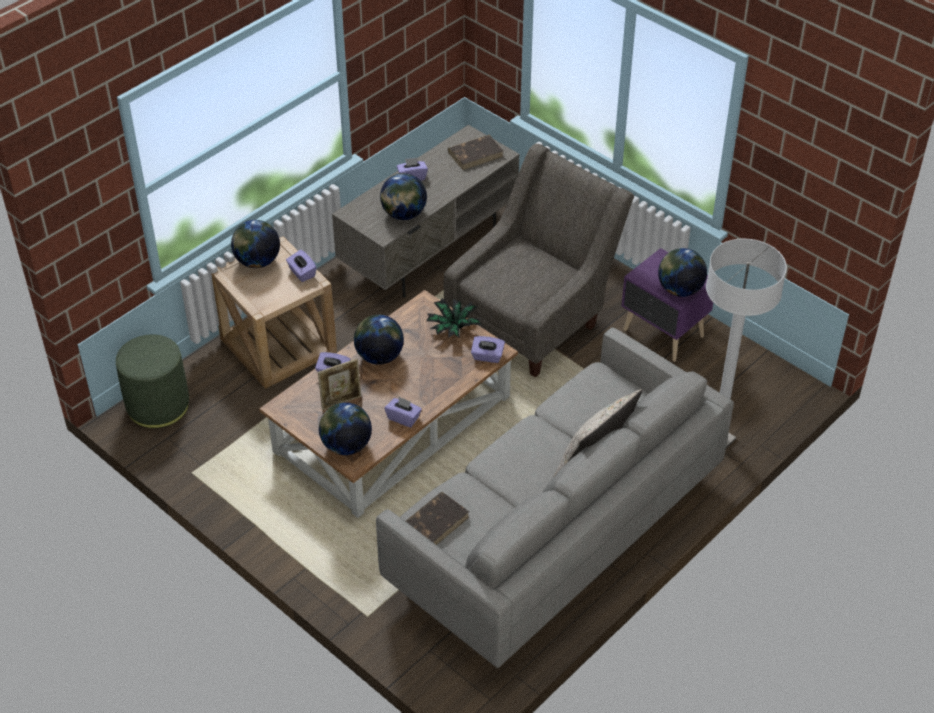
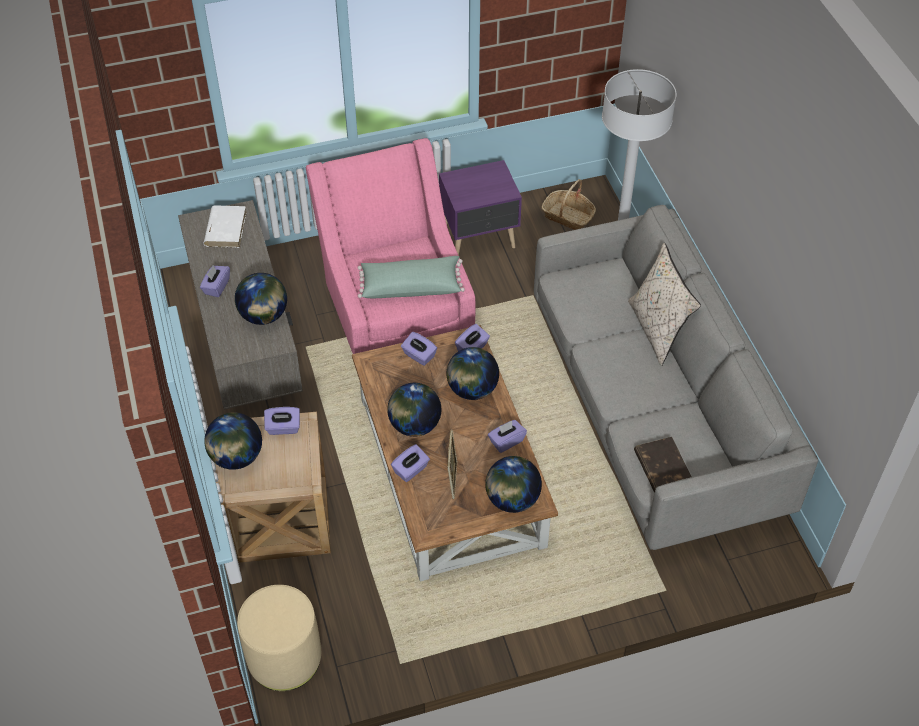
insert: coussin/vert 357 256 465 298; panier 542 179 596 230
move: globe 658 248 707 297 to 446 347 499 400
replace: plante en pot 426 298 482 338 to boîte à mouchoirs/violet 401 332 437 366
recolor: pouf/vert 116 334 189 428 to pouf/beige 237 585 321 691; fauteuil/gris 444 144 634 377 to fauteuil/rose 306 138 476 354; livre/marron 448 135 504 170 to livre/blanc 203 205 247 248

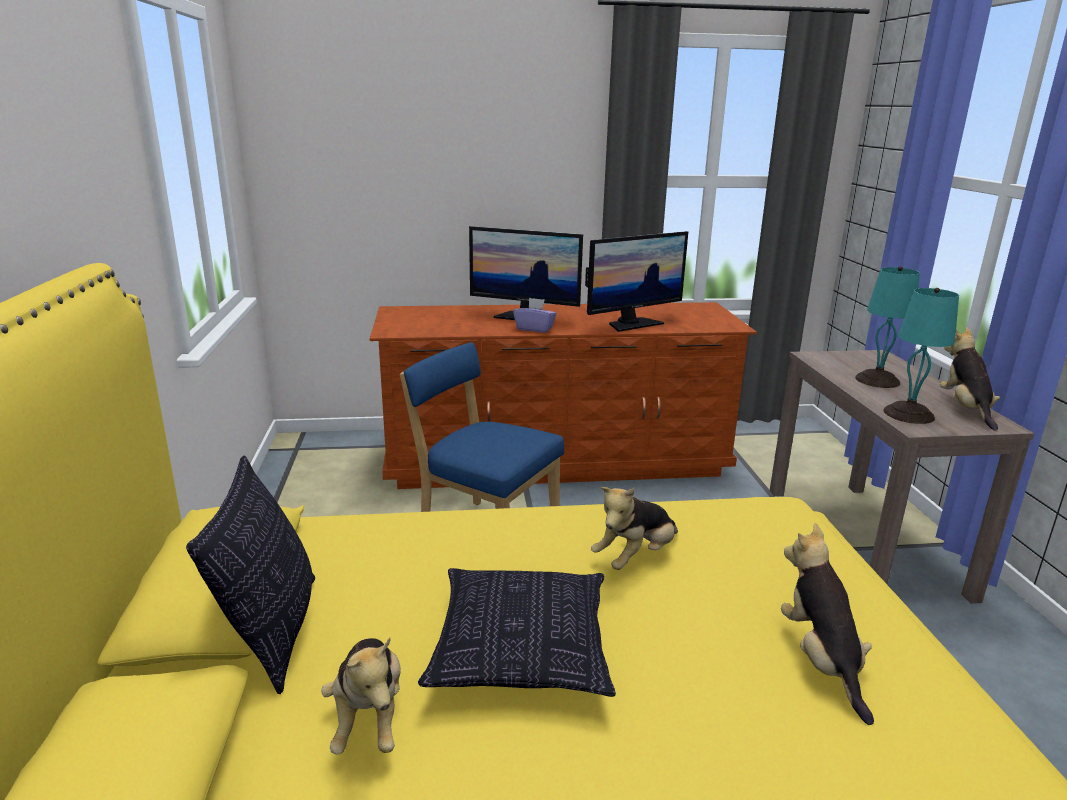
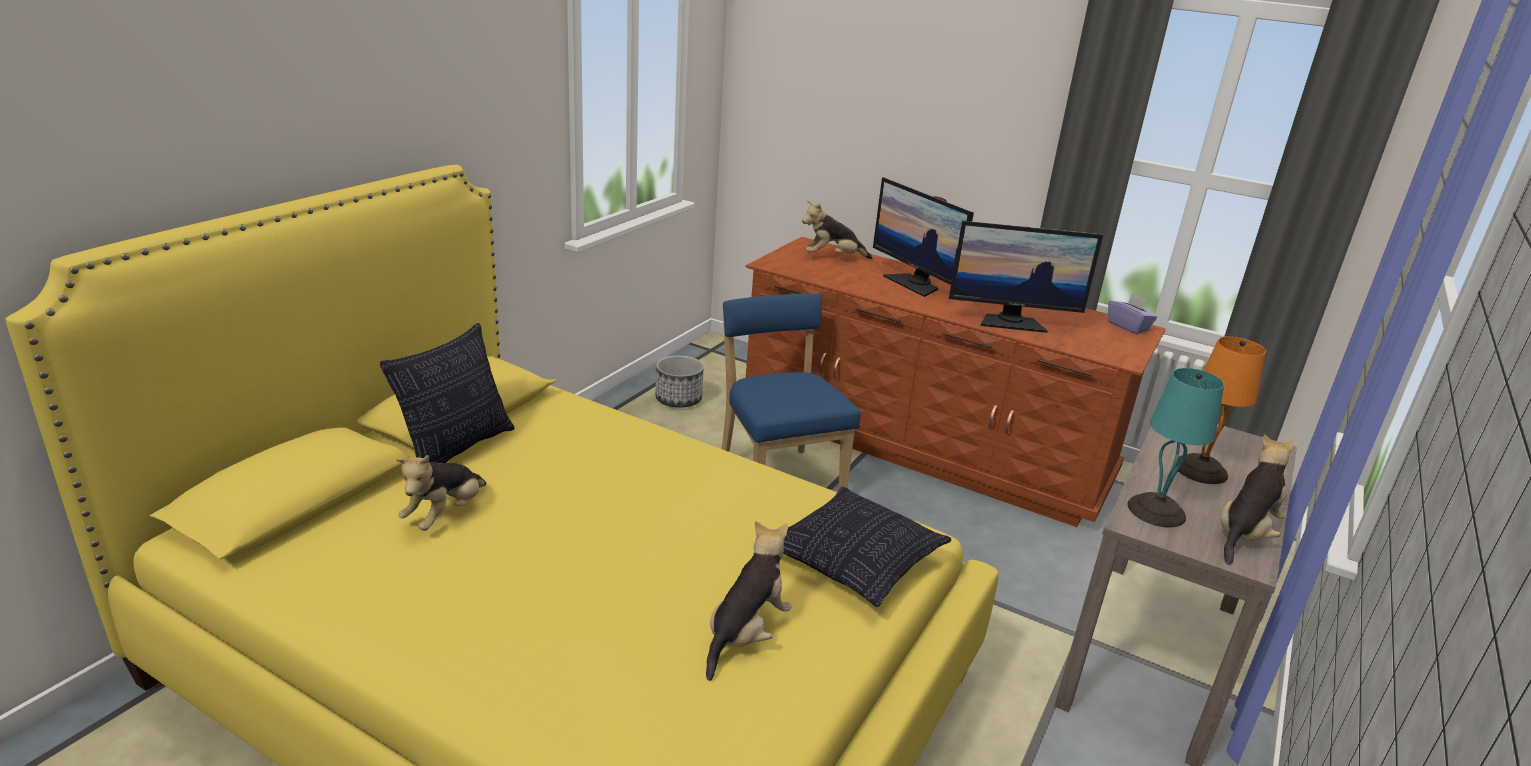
insert: cache-pot 655 355 704 408
move: coussin 418 568 616 697 to 783 487 952 607; boîte à mouchoirs/violet 513 298 557 332 to 1108 293 1157 334; peluche 591 487 678 570 to 802 201 872 259
recolor: lampe de table/turquoise 855 266 920 388 to lampe de table/orange 1173 336 1266 484

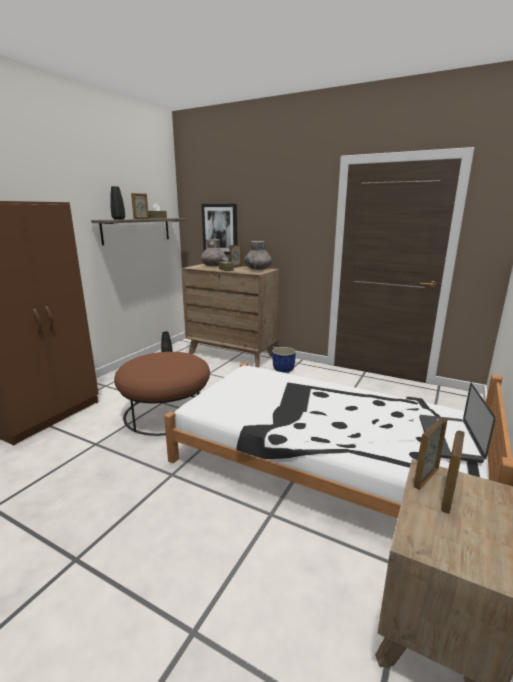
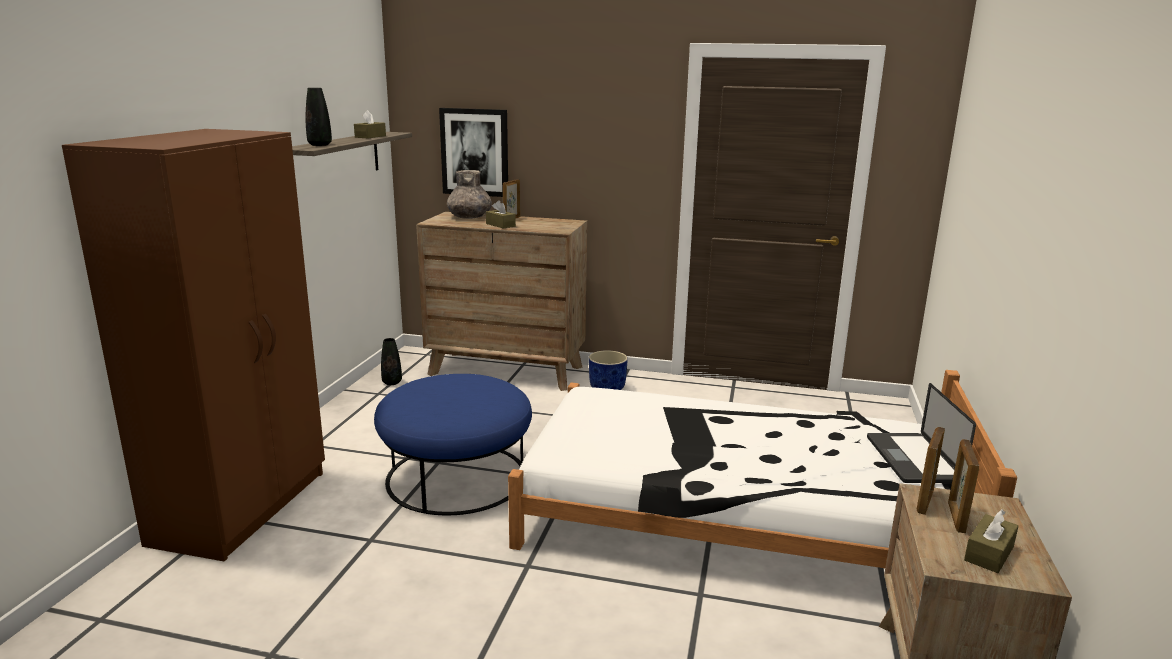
delete: cadre photo 131 193 149 219; vase/gris 244 241 272 270
insert: boîte à mouchoirs/marron 964 510 1018 573
recolor: pouf/marron 114 352 210 436 to pouf/bleu 374 374 532 515

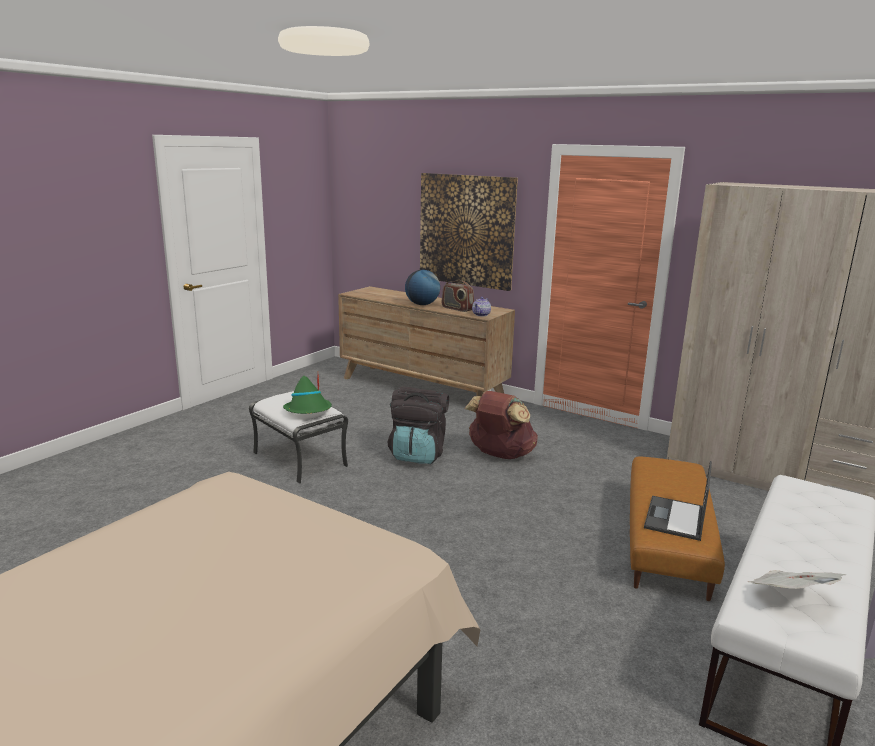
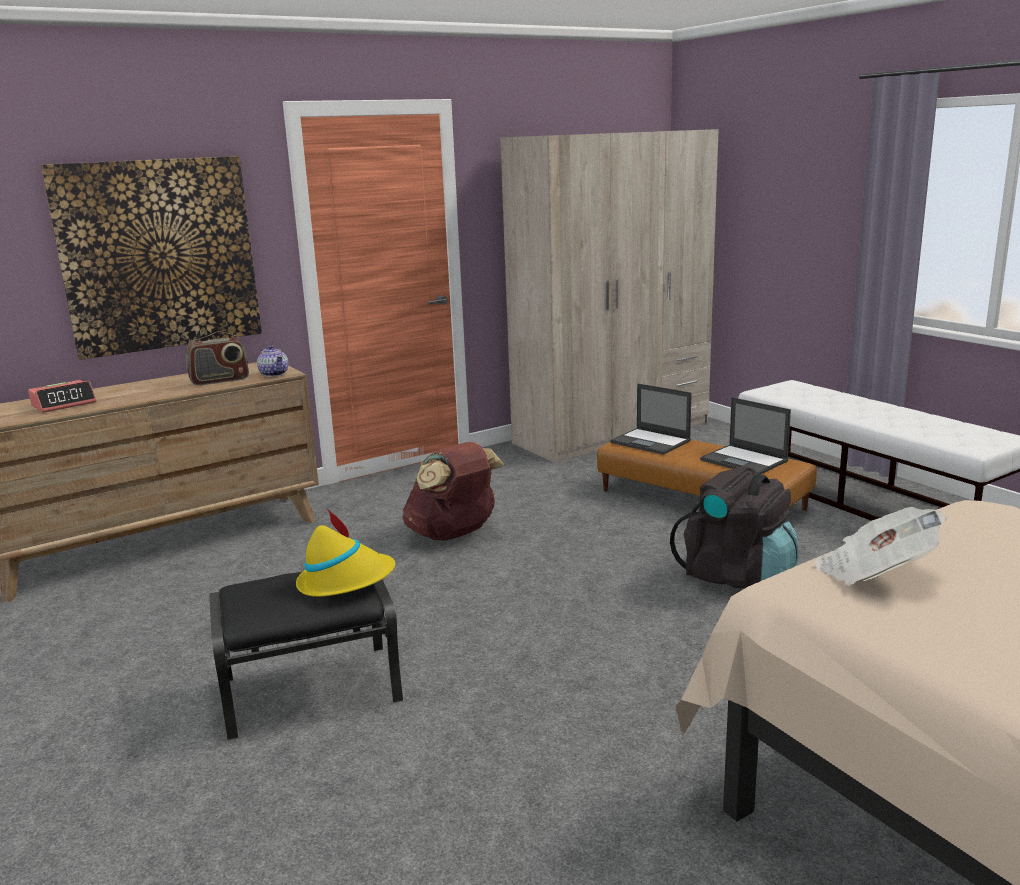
delete: globe 405 270 440 305
insert: réveil 28 380 97 413; ordinateur portable 610 383 692 455
move: sac à dos/noir 388 387 449 464 to 670 466 799 589; journal 748 570 847 589 to 814 507 947 586
recolor: pouf/blanc 249 391 348 484 to pouf/noir 209 572 403 740; chapeau/vert 283 375 332 414 to chapeau/jaune 296 508 395 597

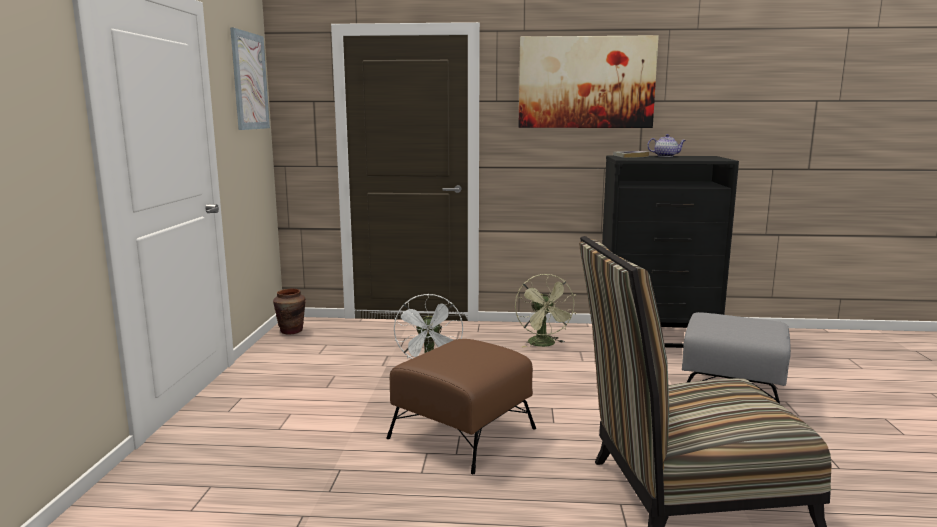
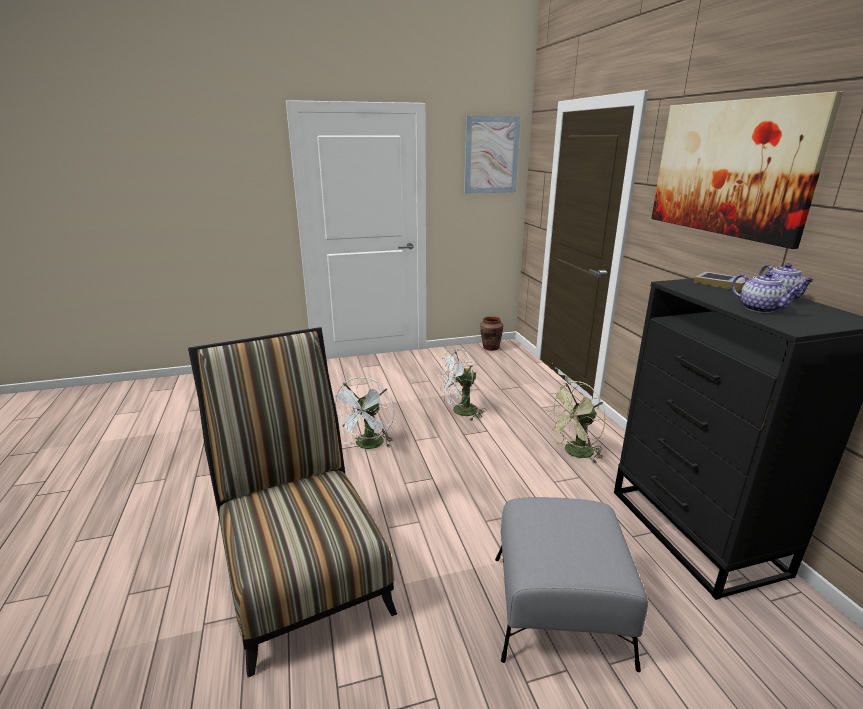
insert: théière 732 272 803 313
replace: pouf/marron 386 339 536 474 to ventilateur/blanc 334 377 394 449

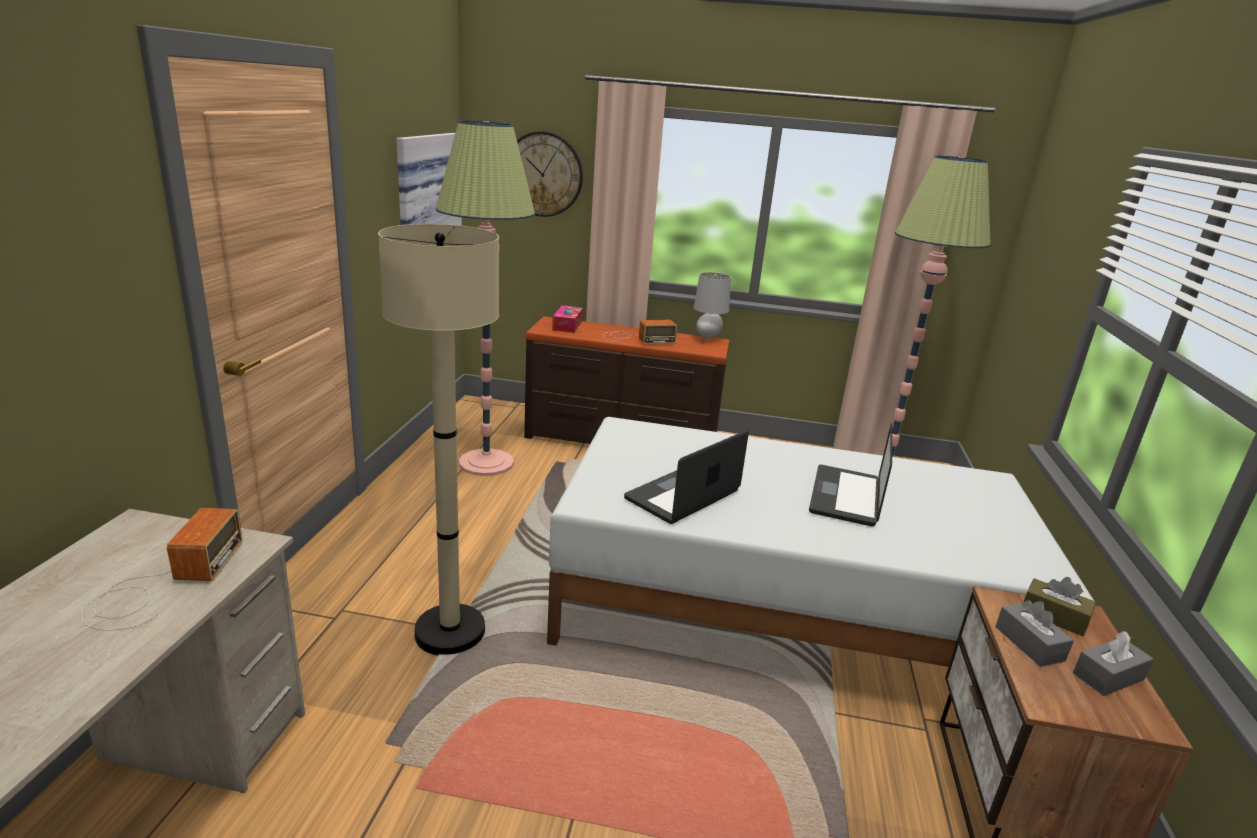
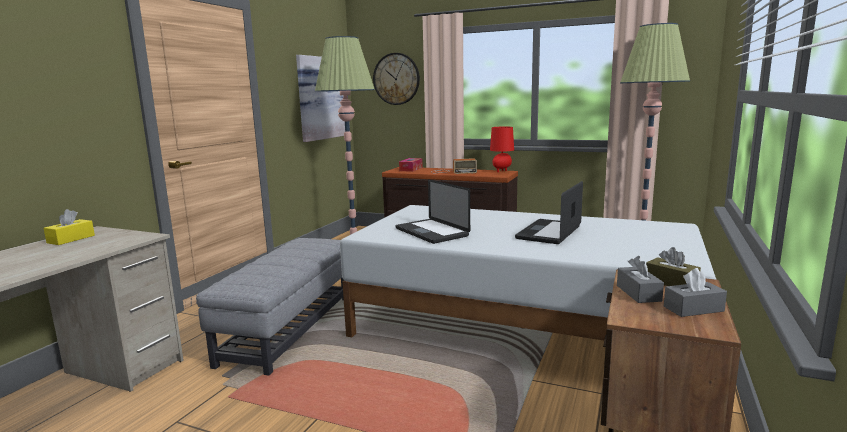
delete: radio 81 508 242 630
insert: boîte à mouchoirs/jaune 43 209 95 245
replace: lampadaire/beige 378 224 499 655 to pouf/gris 196 238 344 376
recolor: lampe de table/gris 693 272 731 342 to lampe de table/rouge 490 126 514 172
rotate: ordinateur portable 624 430 749 524 = 395 179 470 244 90 degrees counterclockwise

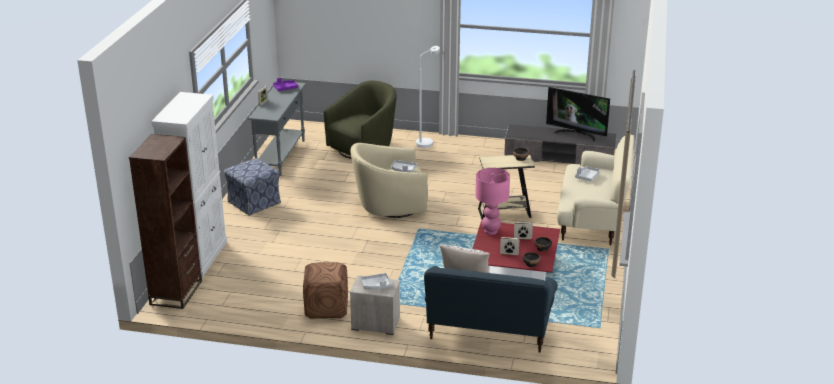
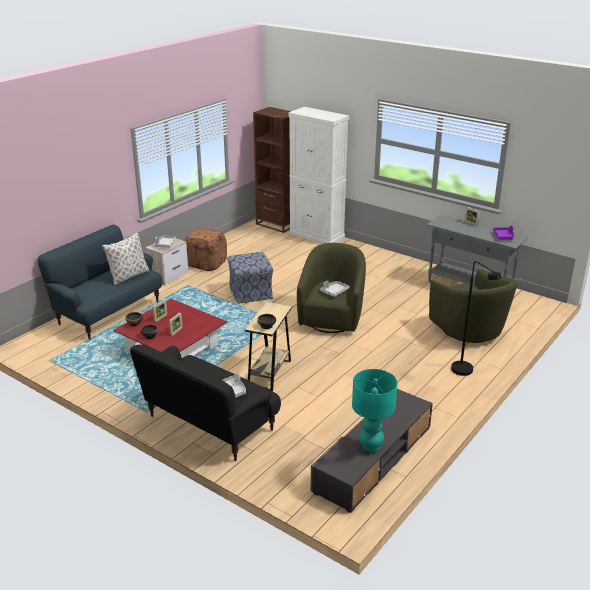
delete: lampe de table/rose 475 168 510 235
move: pouf 224 158 281 216 to 227 252 273 304
replace: téléviseur 546 87 610 142 to lampe de table/turquoise 352 369 397 453
recolor: fauteuil/beige 350 143 428 218 to fauteuil/vert 297 243 366 333; lampadaire/blanc 416 46 440 148 to lampadaire/noir 451 261 501 376; canapé/beige 557 135 634 246 to canapé/noir 130 344 281 461

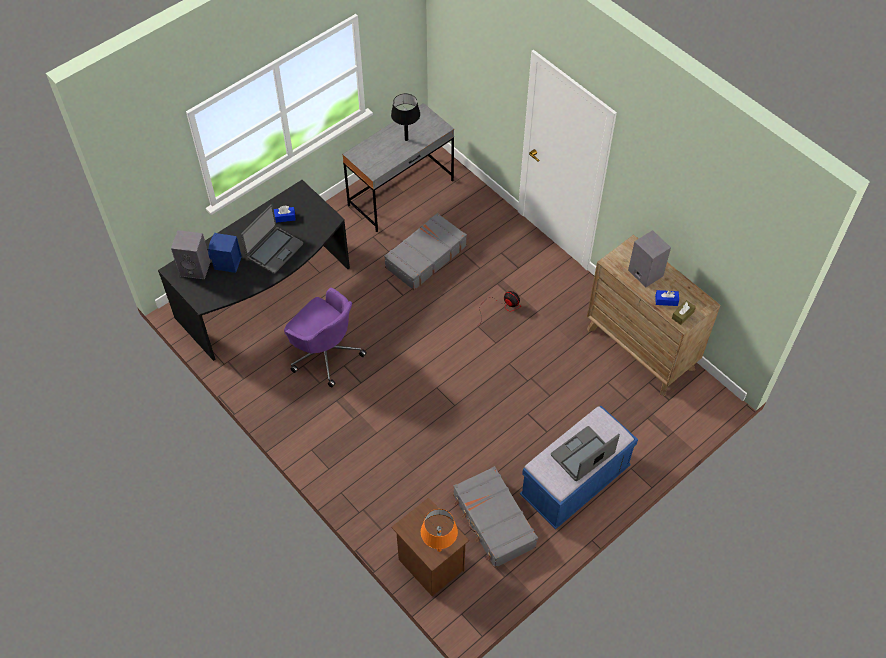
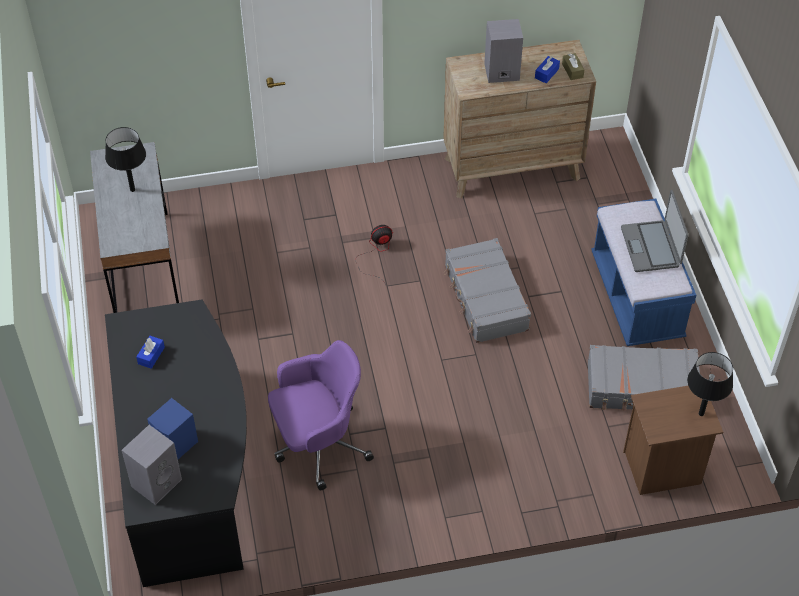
delete: ordinateur portable 241 204 303 274
move: valise/gris 384 213 467 290 to 444 238 531 343
recolor: lampe de table/orange 421 509 458 552 to lampe de table/noir 687 352 733 416

